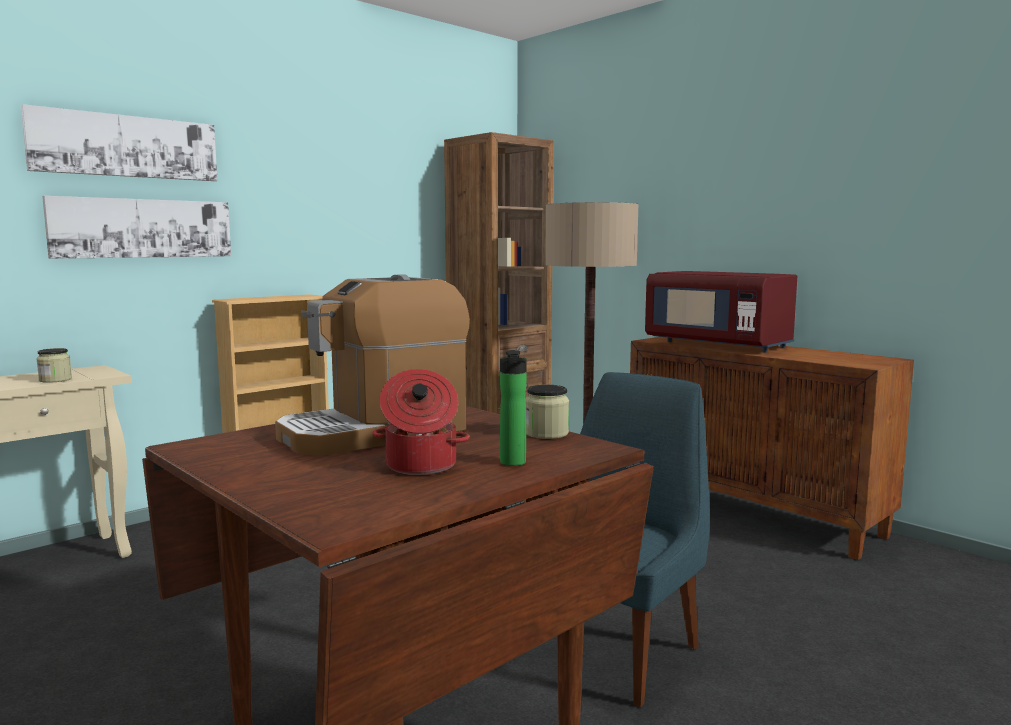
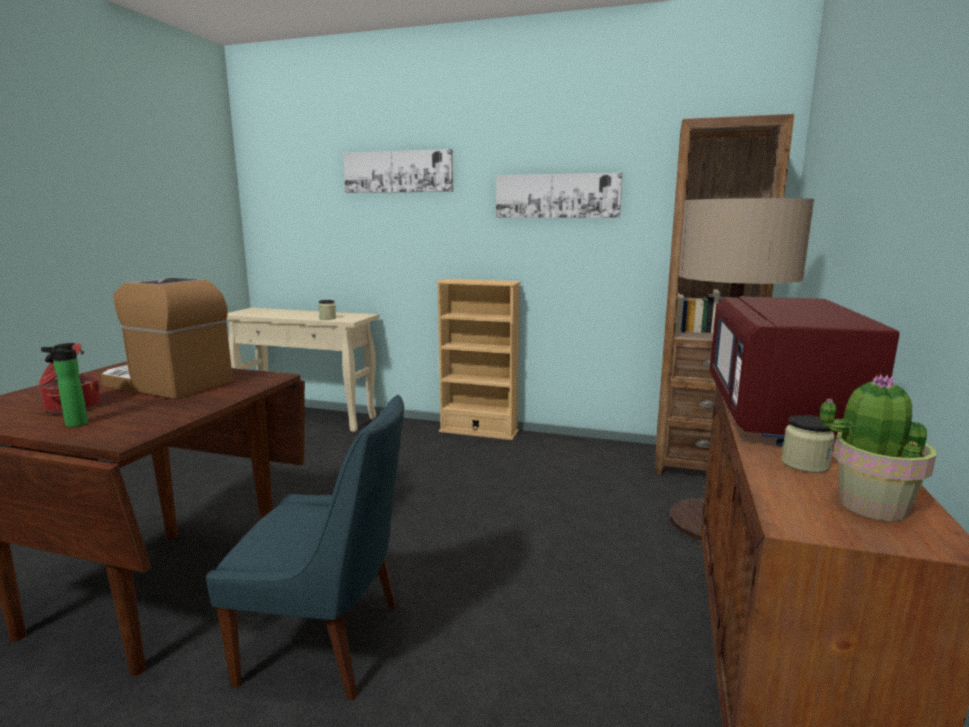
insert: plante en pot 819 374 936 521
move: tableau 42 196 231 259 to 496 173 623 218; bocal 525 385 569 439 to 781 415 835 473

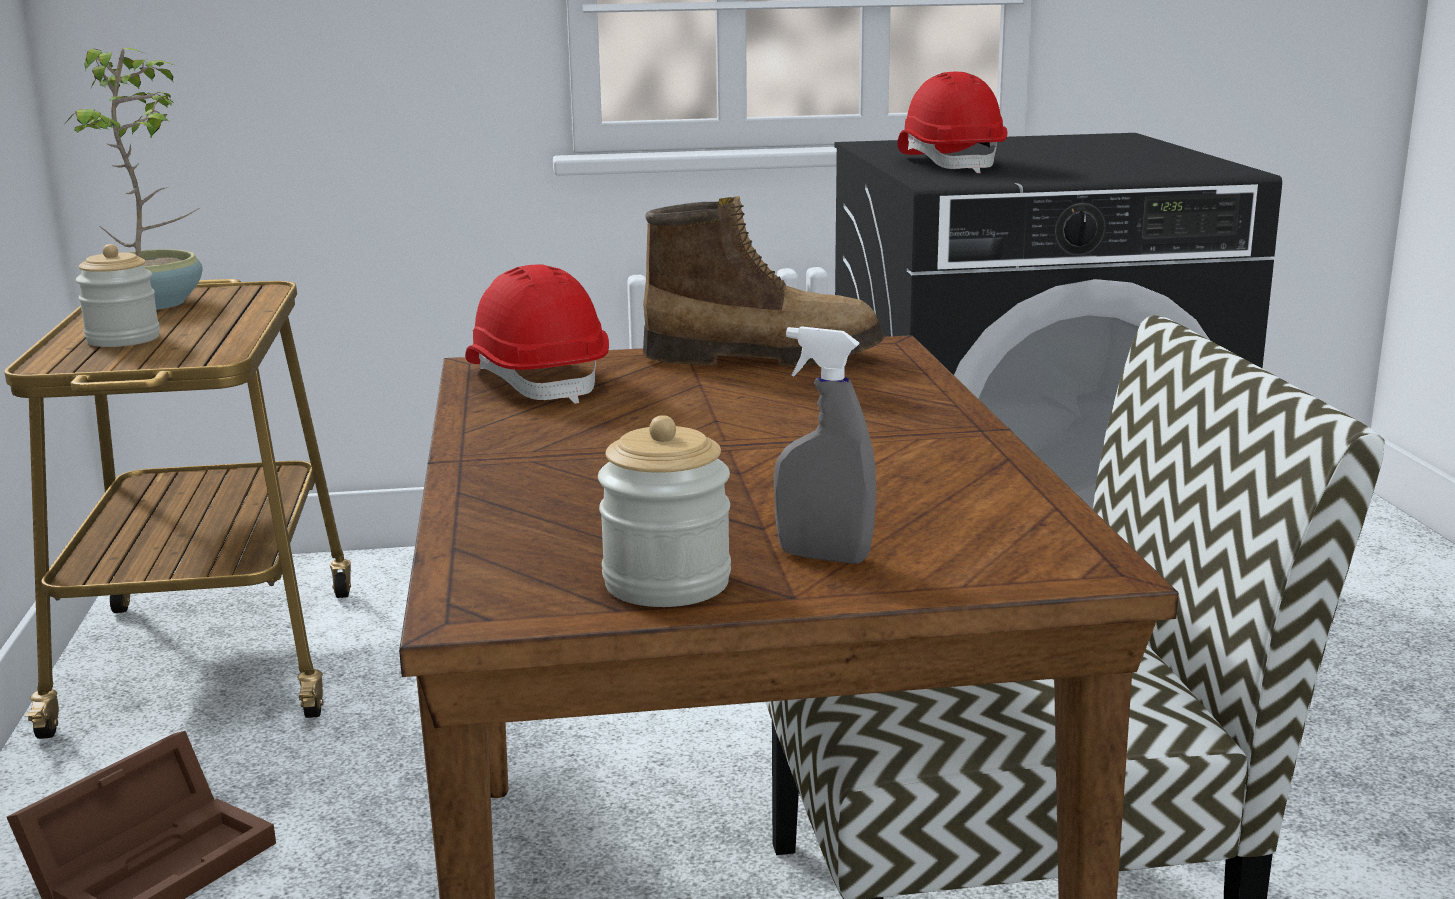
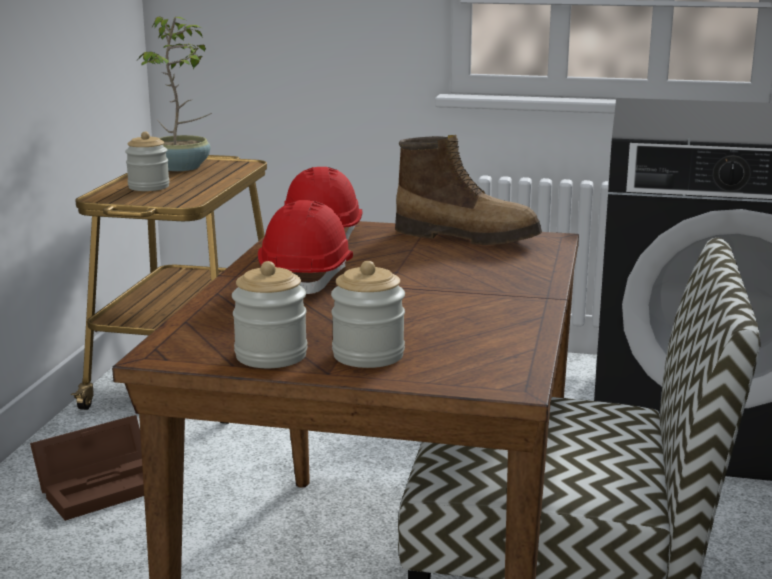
move: casque de chantier/rouge 897 71 1008 173 to 258 200 353 294
replace: vaporisateur/gris 774 326 876 564 to bocal 331 261 405 368

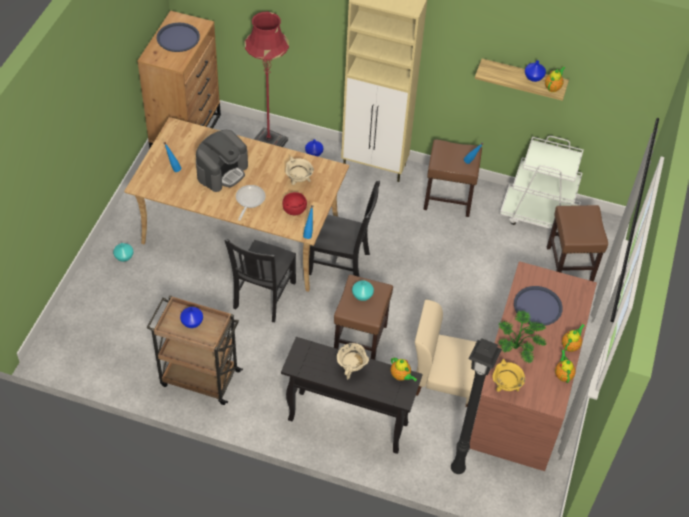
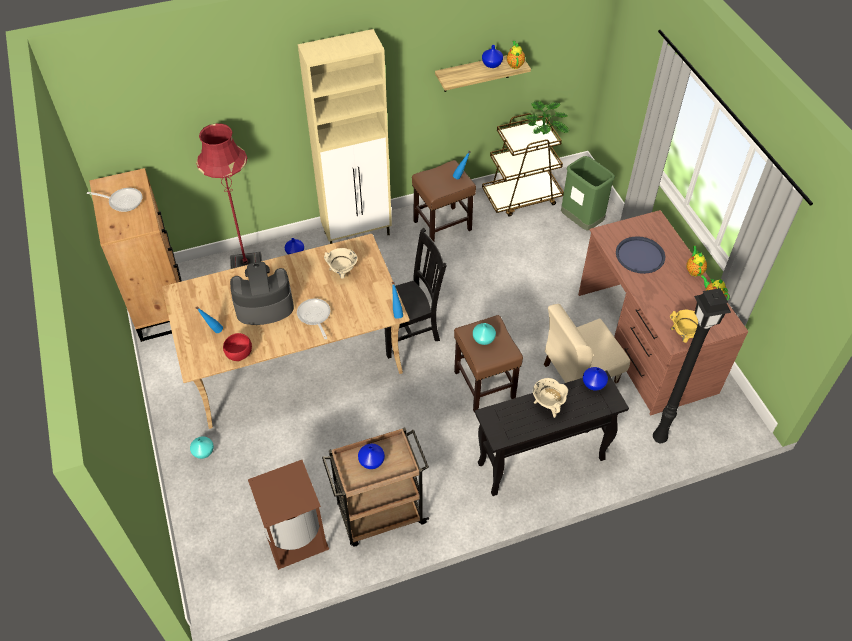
delete: chaise/noir 225 239 296 322
insert: poubelle/marron 248 460 329 570
move: bol/rouge 282 192 307 215 to 223 333 252 361; plante en pot 498 310 546 363 to 526 101 569 135
replace: plateau/bleu 157 23 200 52 to poêle 87 188 142 212; théière 391 357 417 381 to vase/bleu 583 367 608 391; tabouret/marron 547 205 608 282 to poubelle/vert 561 156 615 230
recolor: chariot/blanc 500 136 584 232 to chariot/marron 482 113 564 217
rotate: machine à café 196 130 248 192 = 230 262 294 325 105 degrees counterclockwise

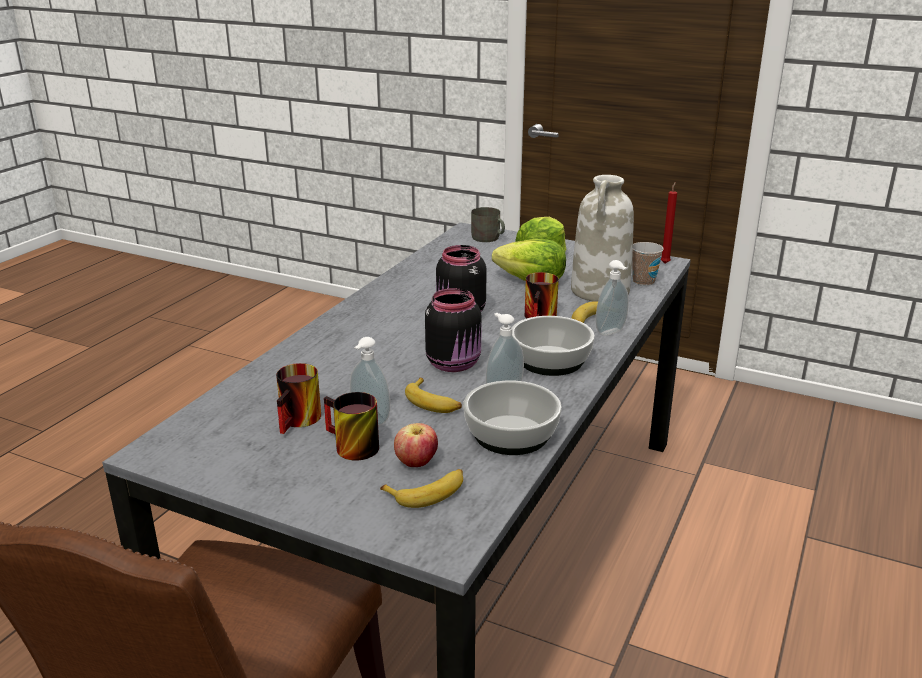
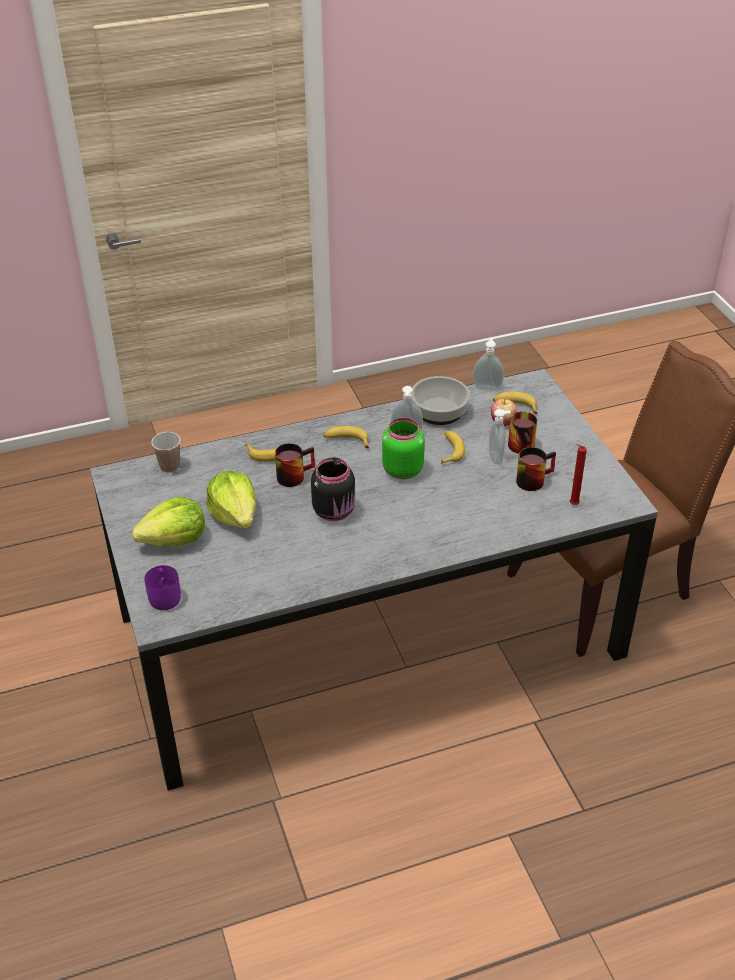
delete: vase/blanc 571 175 634 302
move: distributeur de savon 595 260 628 336 to 473 338 504 391; bougie/rouge 661 182 677 264 to 570 444 587 505
replace: bol 512 316 595 376 to banane 323 426 369 448
recolor: bocal/noir 425 288 482 372 to bocal/vert 382 418 425 479; mug/gris 471 207 505 242 to mug/violet 144 565 181 610

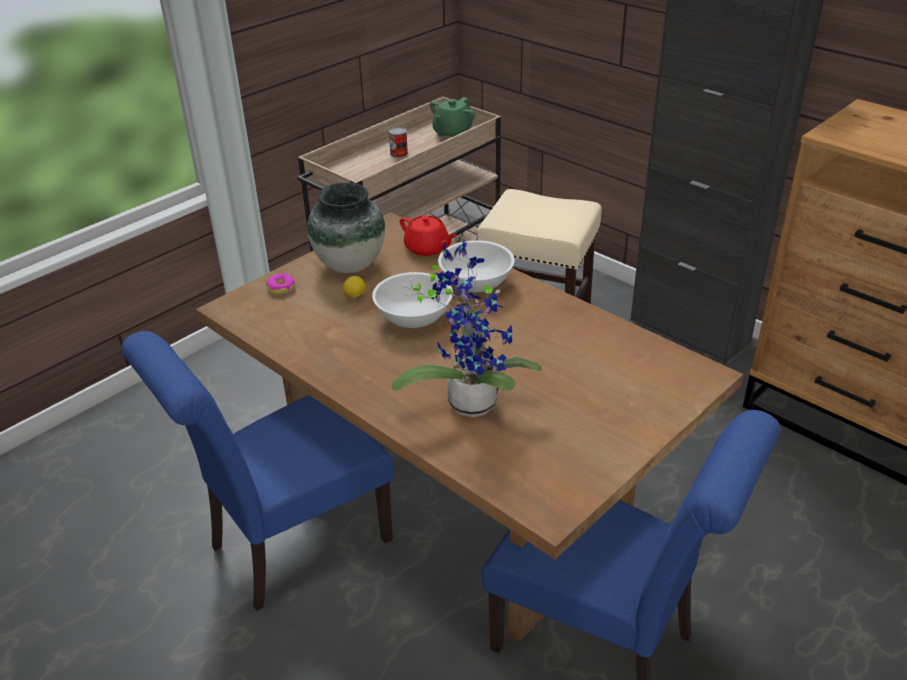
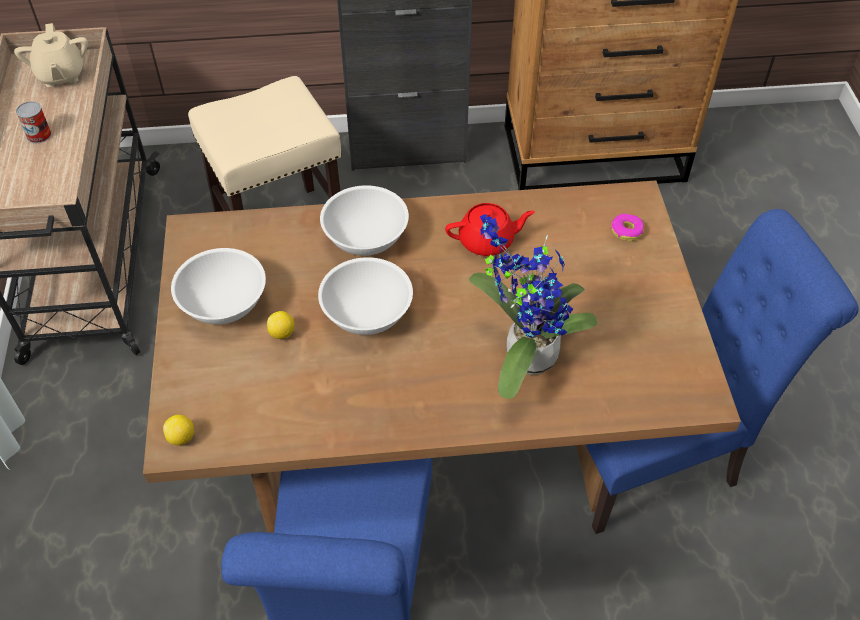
insert: citron 163 415 194 445
move: beignet 266 273 295 294 to 611 213 644 241; théière/rouge 400 216 456 256 to 445 203 535 256
replace: vase 307 183 385 273 to bol/blanc 171 248 266 324
recolor: théière/vert 430 97 475 137 to théière/beige 14 23 88 87

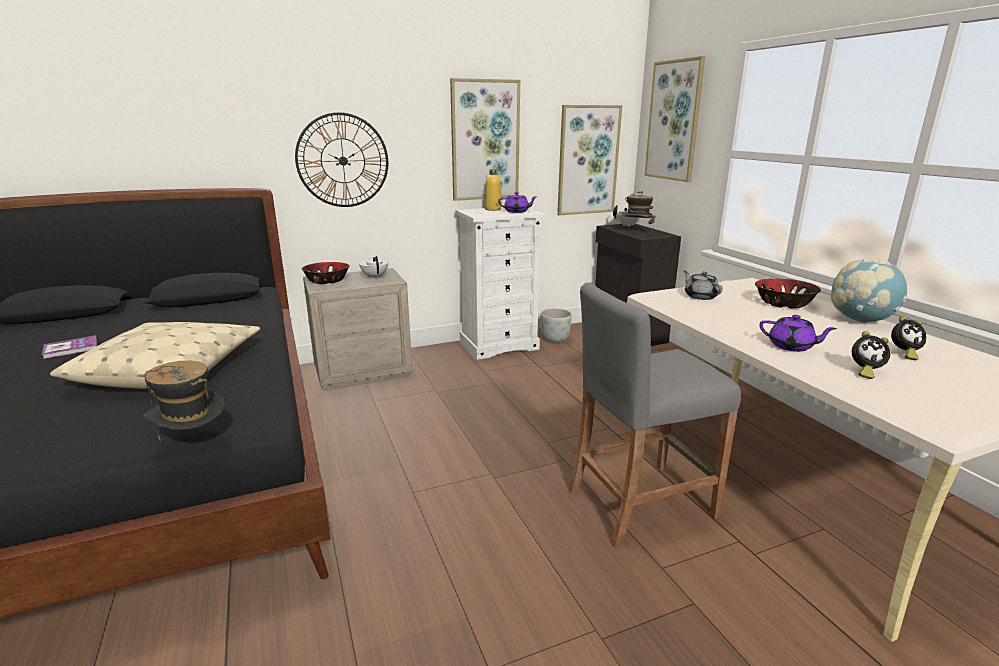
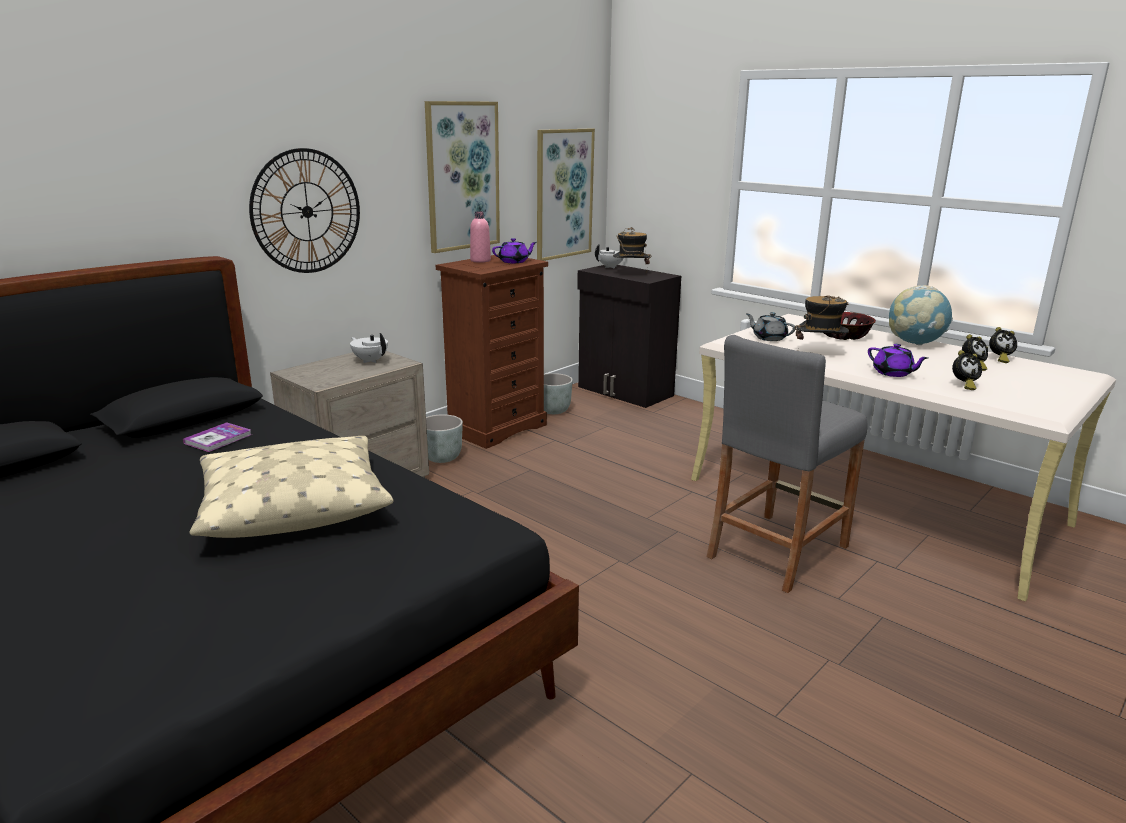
delete: bol 302 262 349 284; tableau 645 56 705 182
insert: cache-pot/gris 426 414 463 463; réveil 989 327 1017 363
move: livre 42 335 97 359 to 183 422 252 452; chapeau 143 361 225 441 to 795 295 849 346
recolor: commode/blanc 455 207 544 360 to commode/marron 436 254 548 449; bouteille/jaune 485 169 502 211 to bouteille/rose 470 211 491 263
rotate: théière/violet 760 315 837 352 = 868 344 928 377 45 degrees clockwise

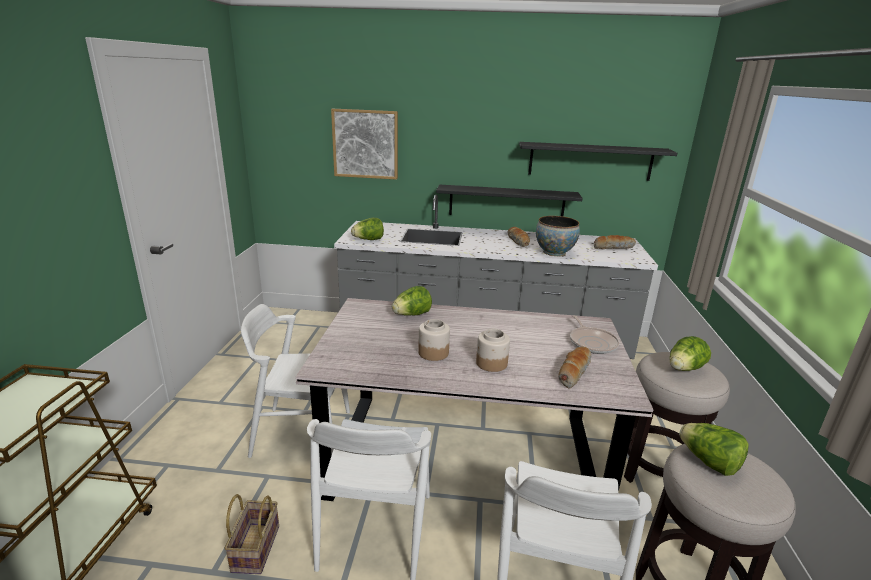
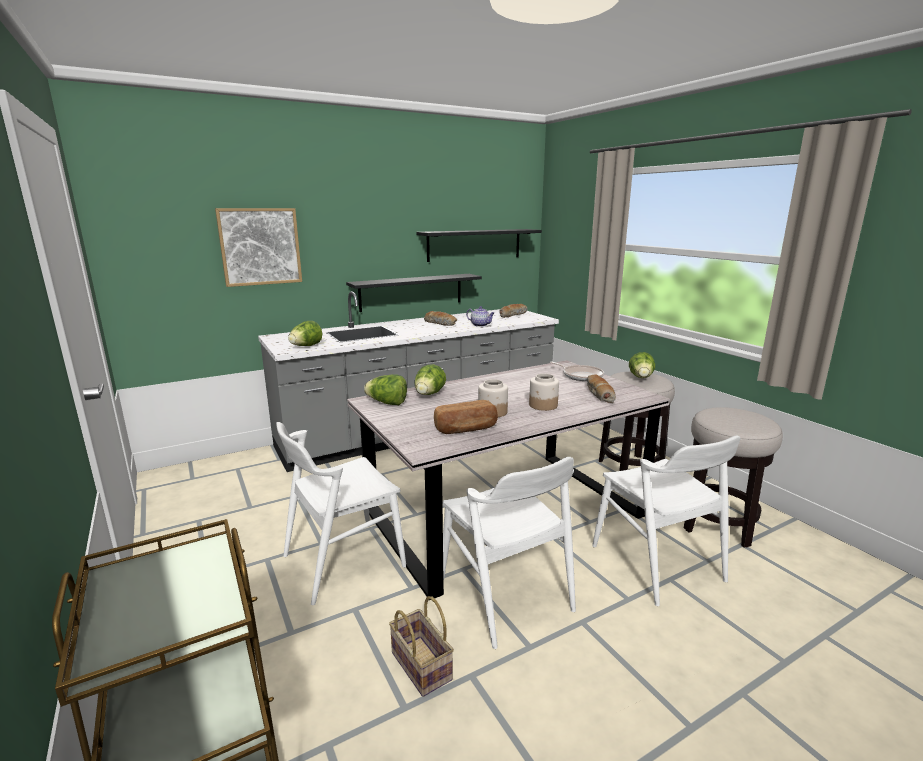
insert: pain 434 400 498 434
move: laitue 679 423 749 476 to 364 374 407 405
replace: bol 536 216 580 256 to théière 466 306 495 327

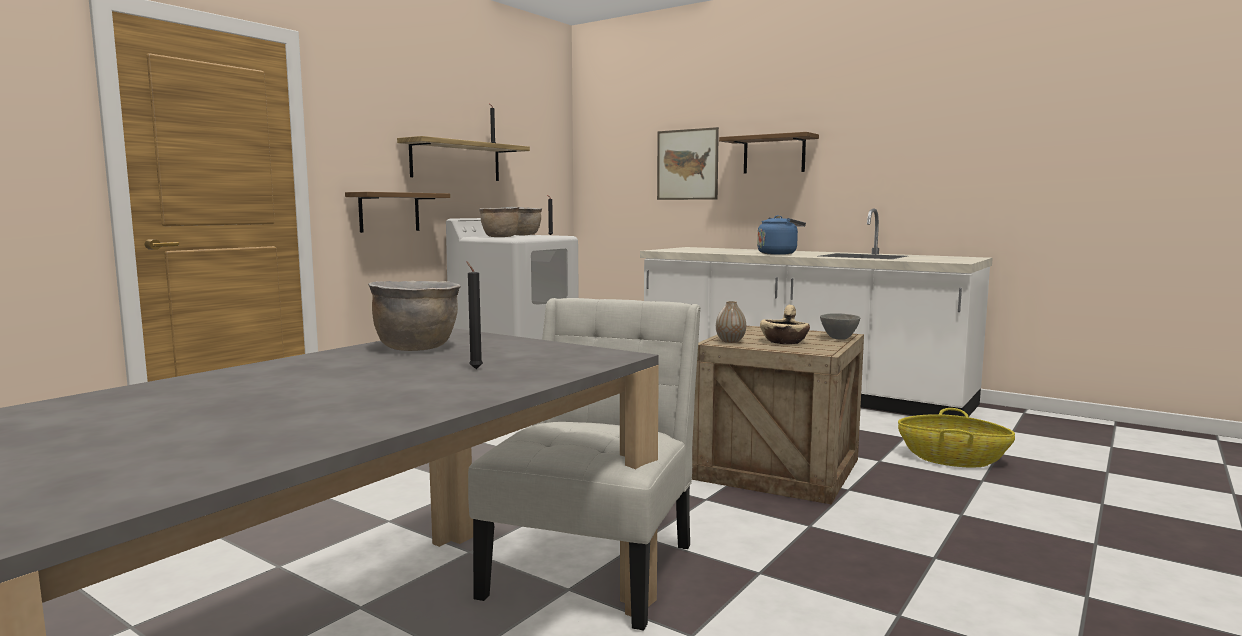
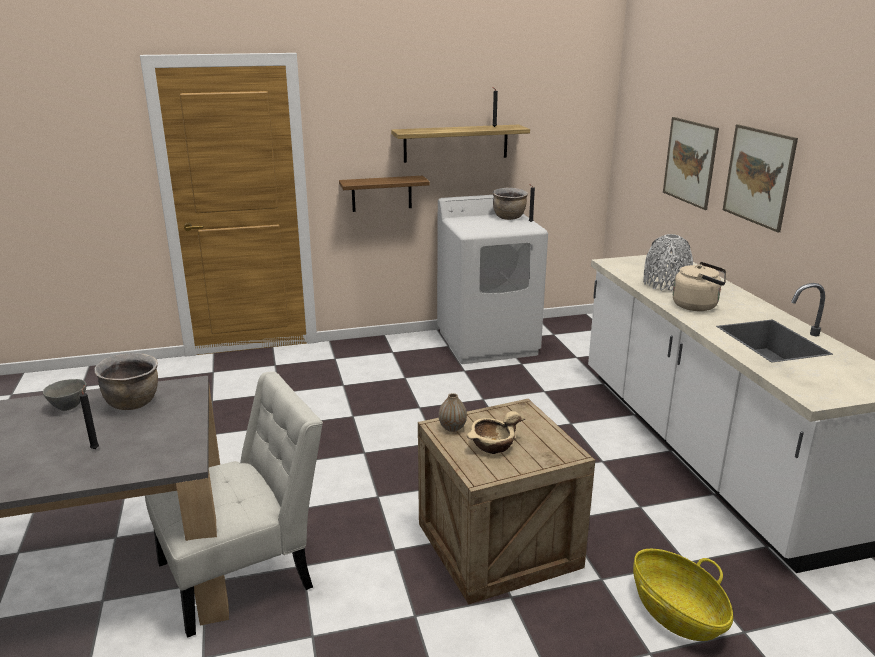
delete: marmite/marron 479 207 519 237
insert: vase/gris 643 234 693 291
move: bol/gris 820 313 860 340 to 43 379 87 411
replace: étagère 719 132 819 174 to tableau 723 124 798 232
recolor: bouilloire/bleu 757 215 806 255 to bouilloire/beige 673 262 726 311

